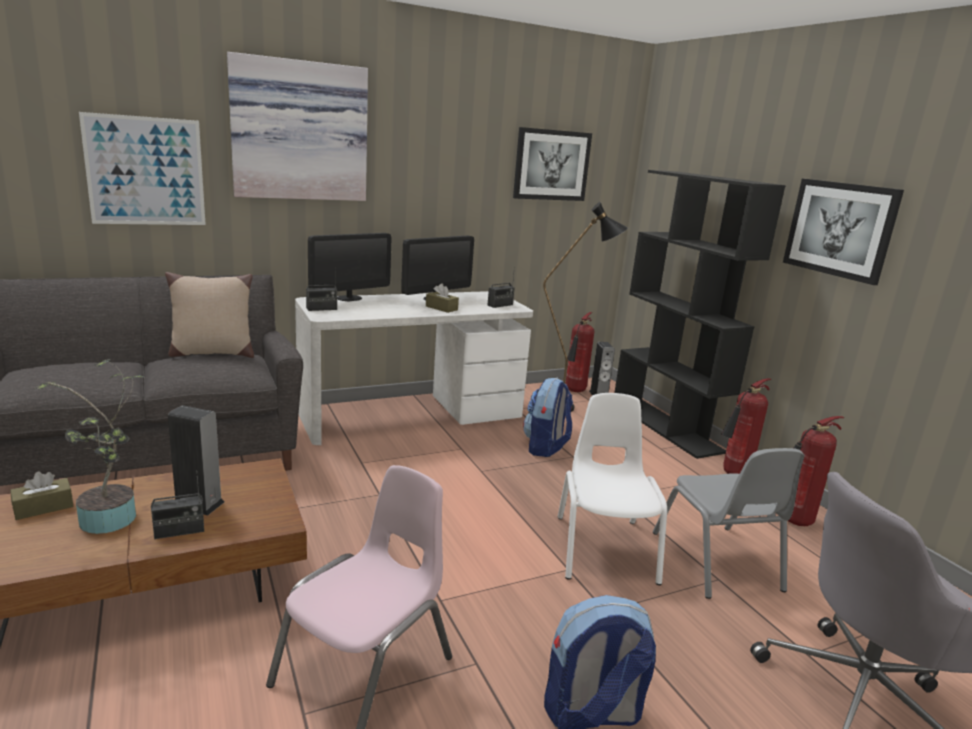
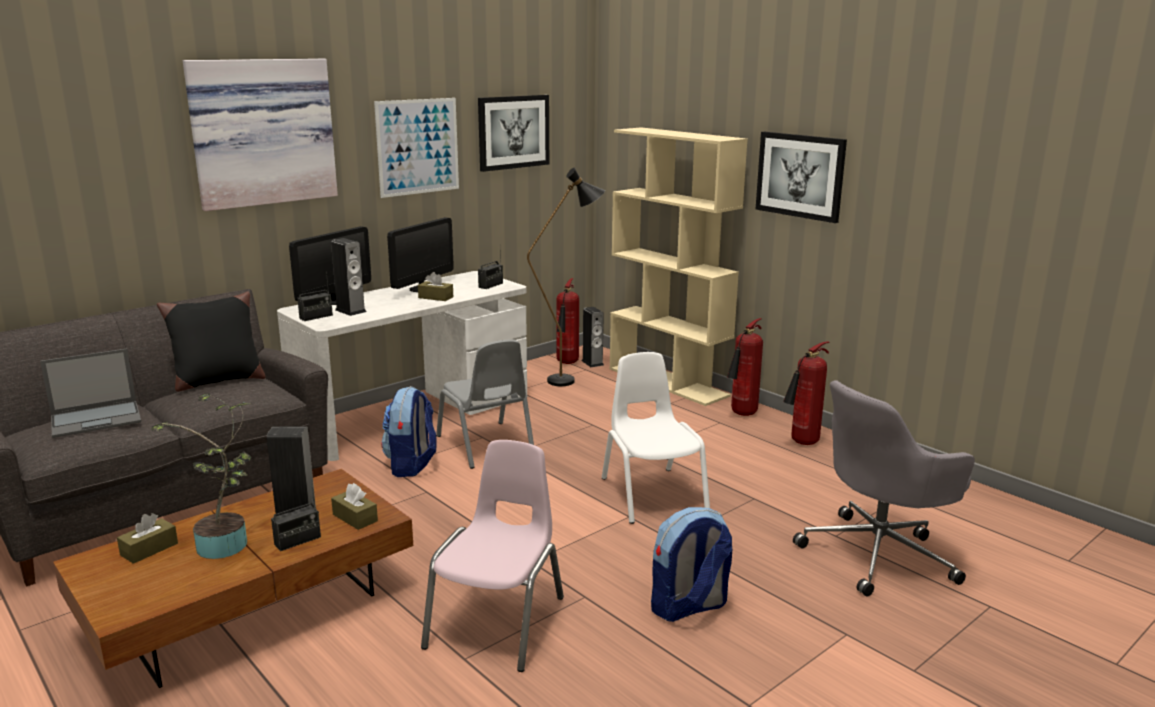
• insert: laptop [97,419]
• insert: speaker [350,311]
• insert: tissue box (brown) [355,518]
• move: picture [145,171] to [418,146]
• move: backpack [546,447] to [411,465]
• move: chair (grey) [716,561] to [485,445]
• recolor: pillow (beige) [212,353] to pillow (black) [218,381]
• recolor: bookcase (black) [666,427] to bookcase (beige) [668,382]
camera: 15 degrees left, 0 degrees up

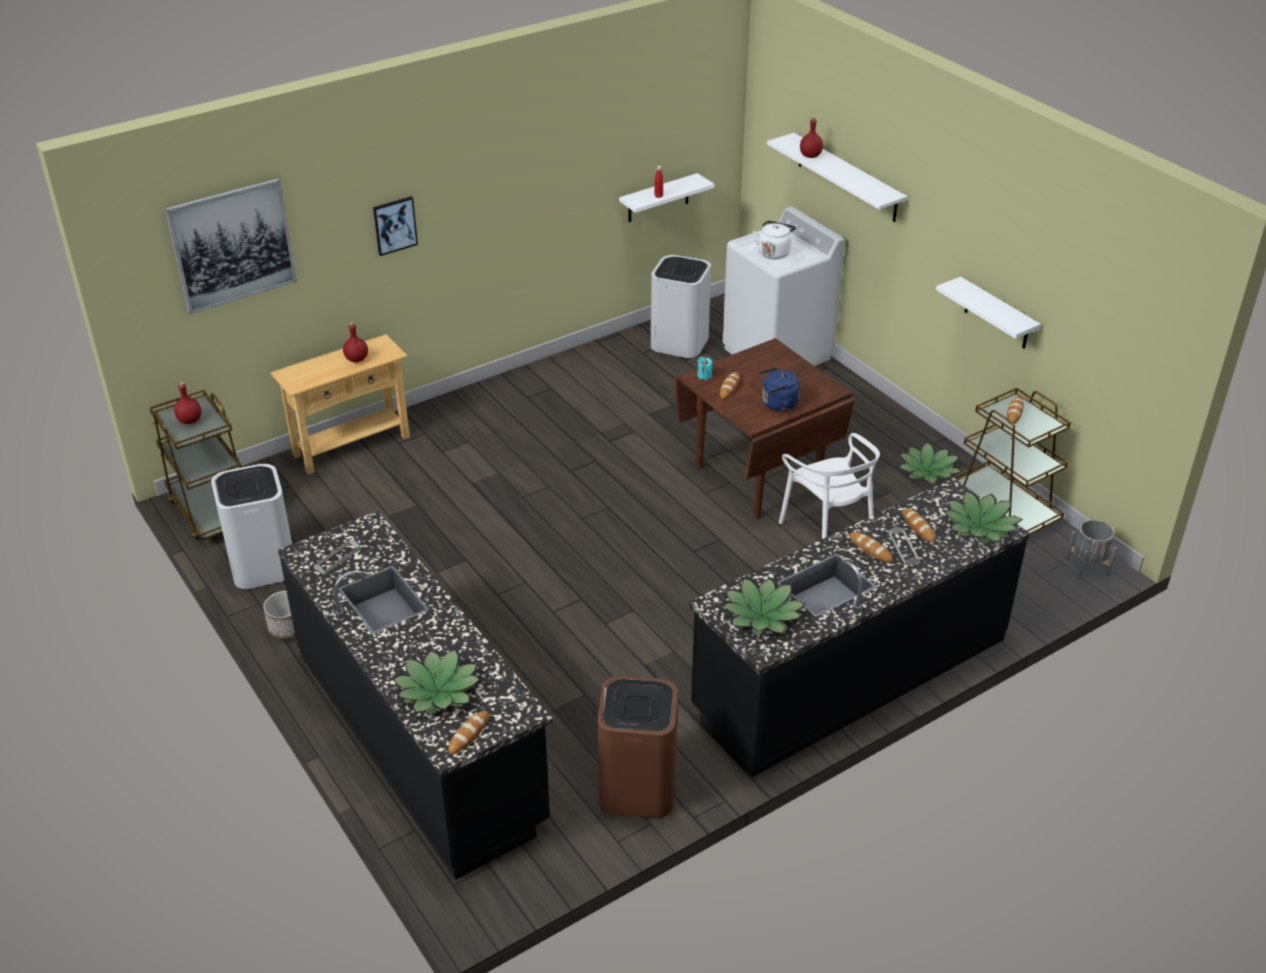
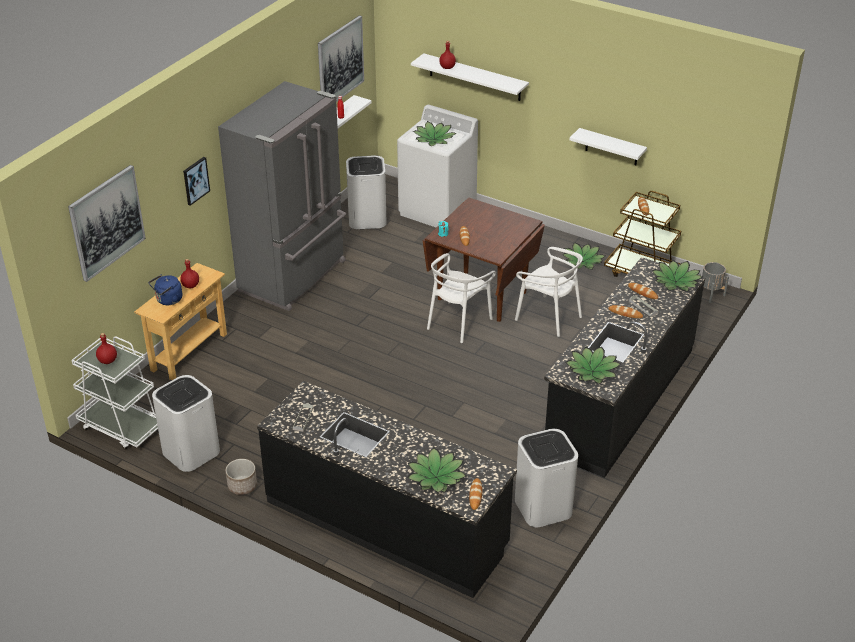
• insert: fridge (grey) [294,276]
• insert: picture [340,62]
• insert: chair (white) [458,322]
• move: kettle (blue) [777,404] to [168,300]
• replace: kettle (white) [774,252] to potted plant [434,139]
• recolor: cart (brown) [211,511] to cart (white) [121,427]
• recolor: trash can (brown) [637,789] to trash can (white) [543,507]
camera: 25 degrees left, 0 degrees up

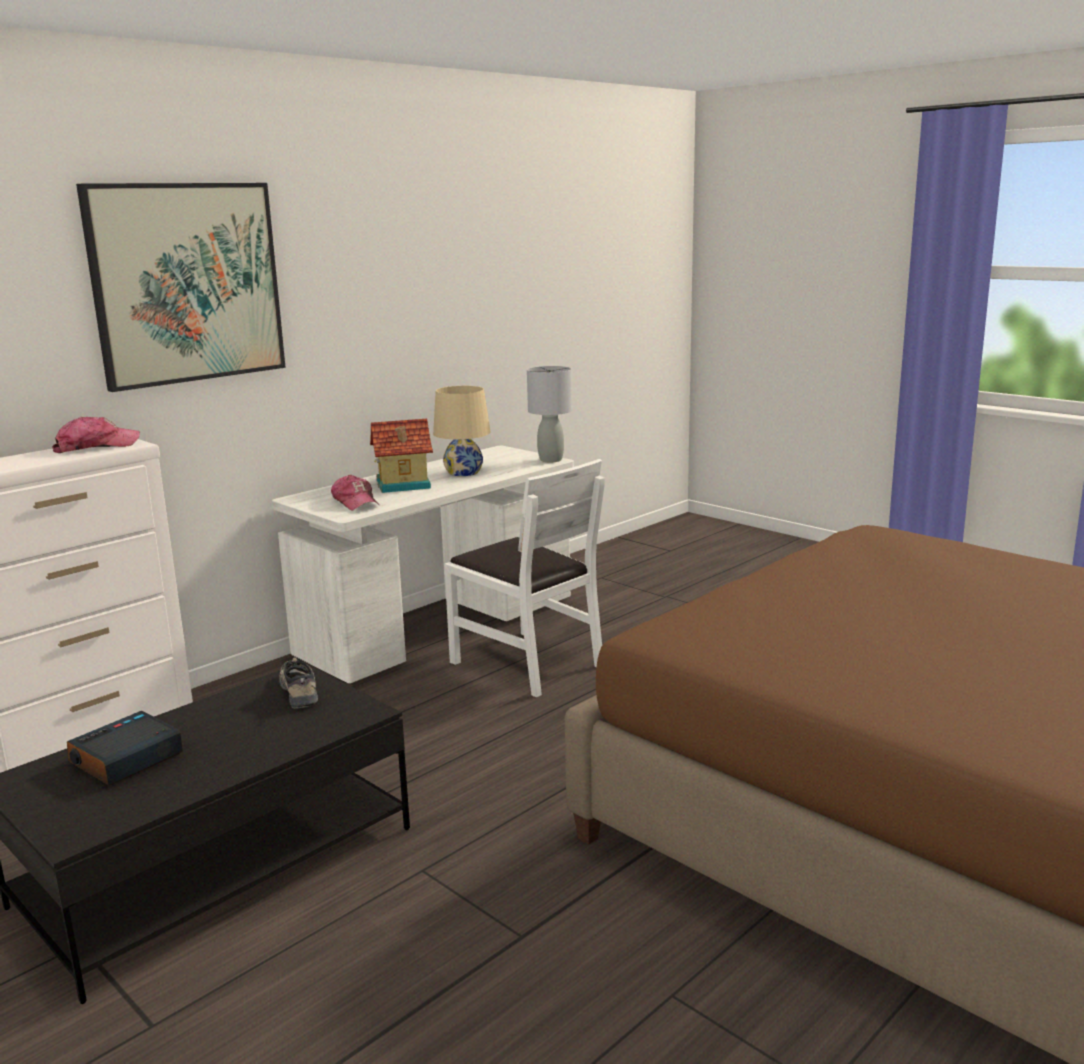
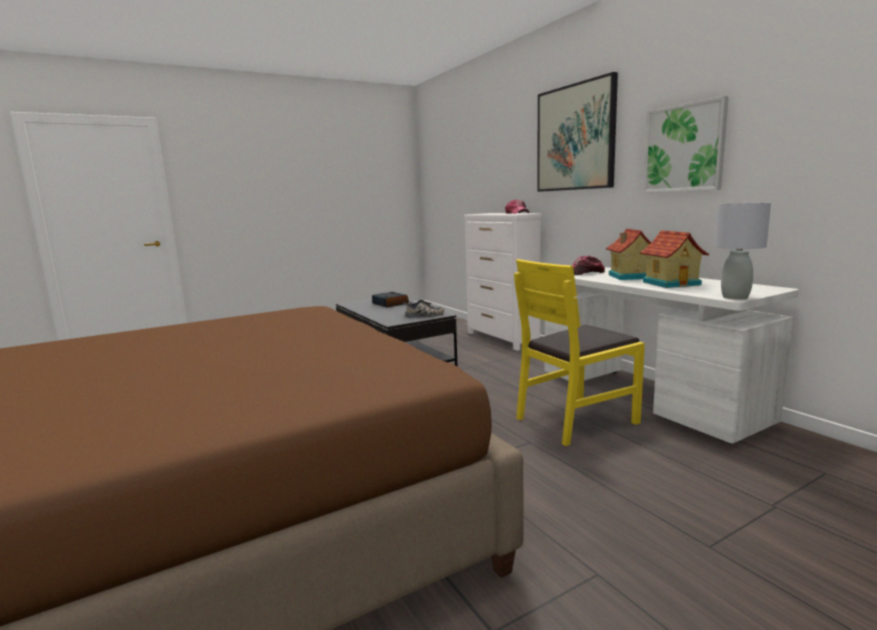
• insert: picture [684,148]
• replace: table lamp (beige) [463,472] to toy house [672,283]
• recolor: chair (white) [527,663] to chair (yellow) [575,419]
camera: 105 degrees right, 5 degrees down

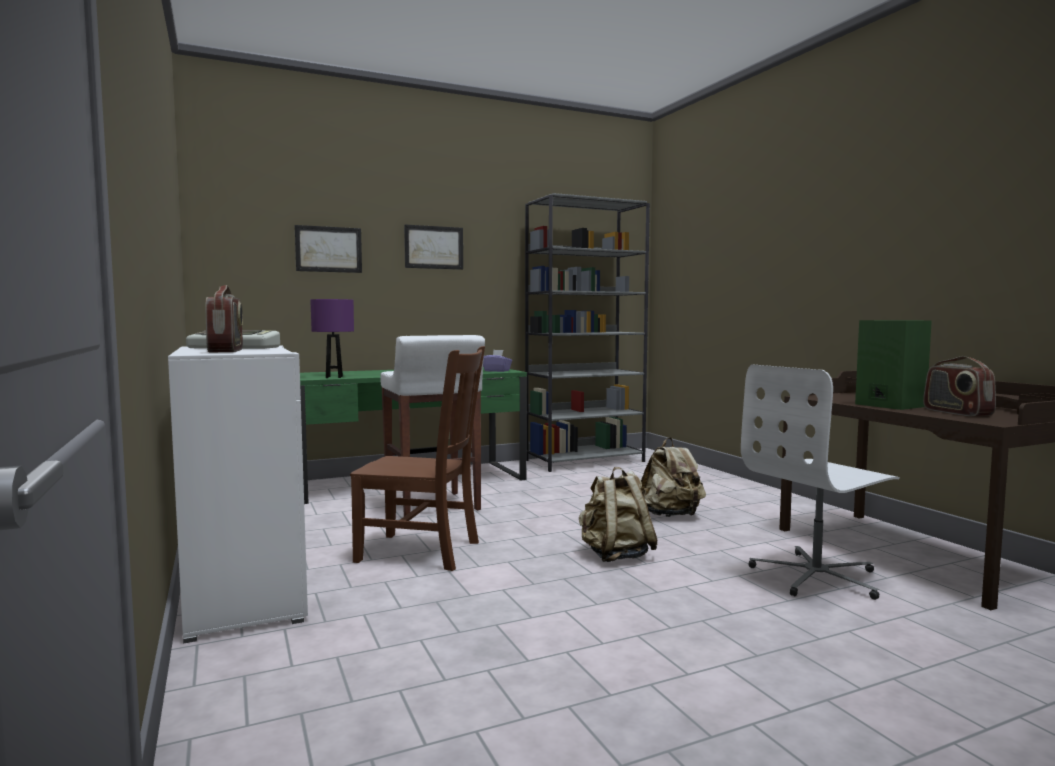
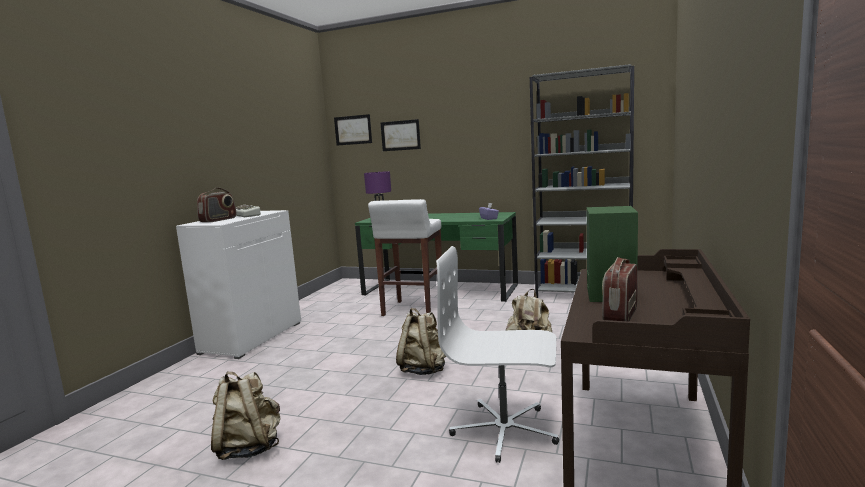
• delete: chair (brown) [423,552]
• insert: backpack (beige) [249,448]
• move: picture [434,247] to [353,130]
camera: 45 degrees right, 5 degrees up

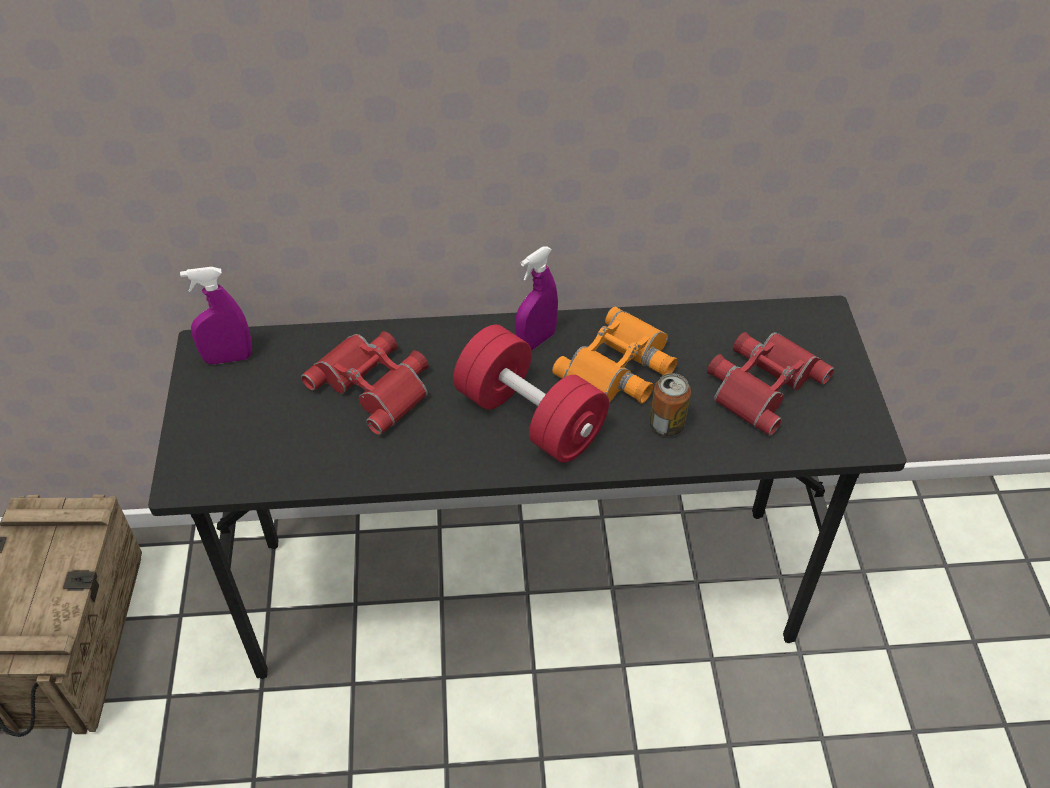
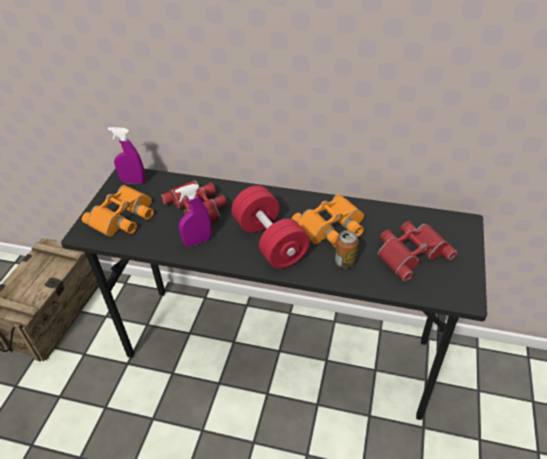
• insert: binoculars (orange) [123,217]
• move: spray bottle (purple) [536,341] to [197,241]
camera: 20 degrees right, 5 degrees down

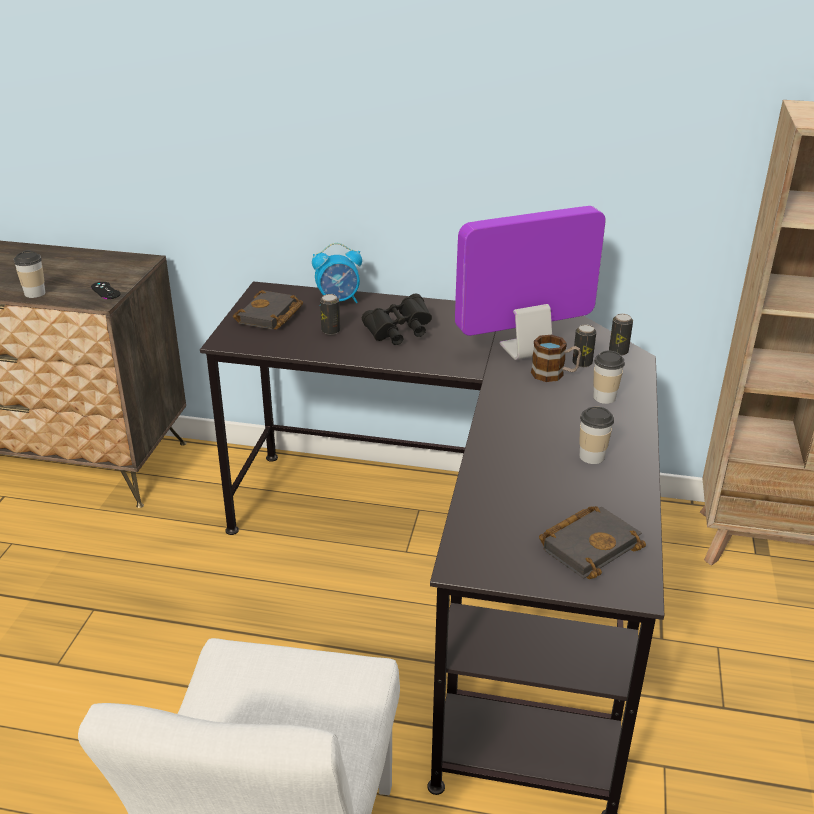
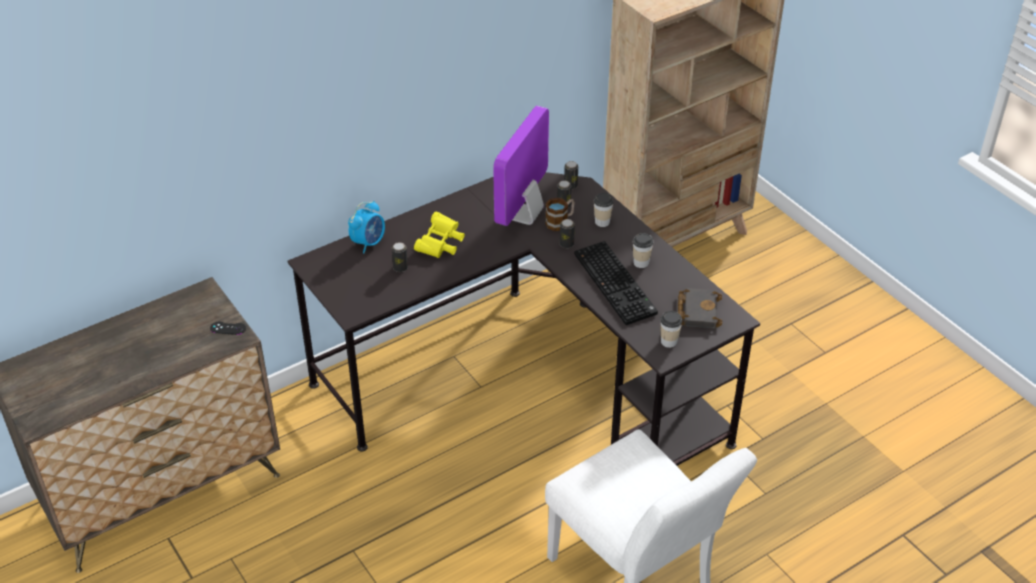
• delete: book (black) [270,316]
• insert: can [566,244]
• insert: keyboard [617,284]
• move: cup [35,293] to [669,341]
• recolor: binoculars (black) [398,333] to binoculars (yellow) [440,244]
camera: 45 degrees left, 10 degrees up

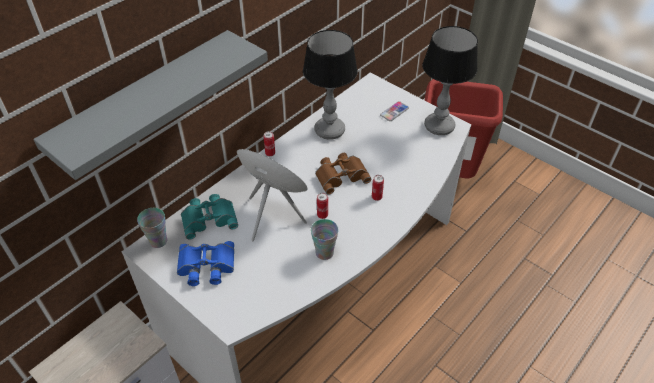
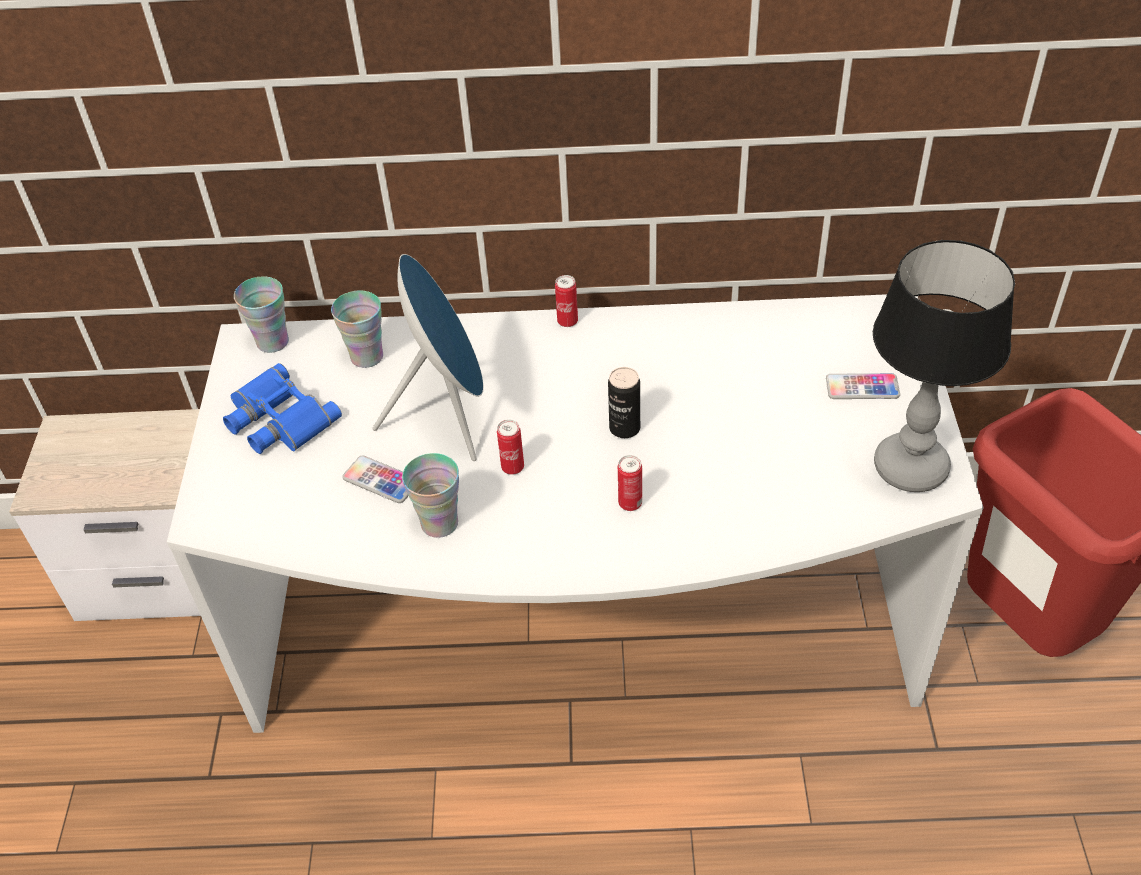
• delete: shelf (grey) [146,105]
• delete: table lamp [330,130]
• insert: phone [381,480]
• replace: binoculars (turquoise) [209,218] to cup [367,357]
• replace: binoculars (brown) [341,175] to can [624,428]
camera: 50 degrees right, 0 degrees up

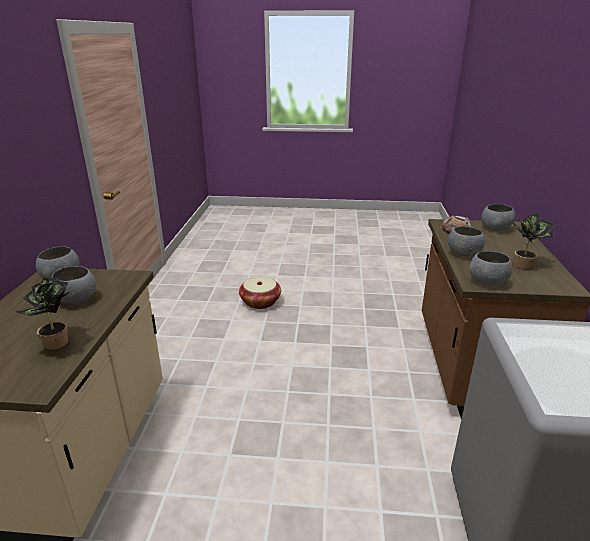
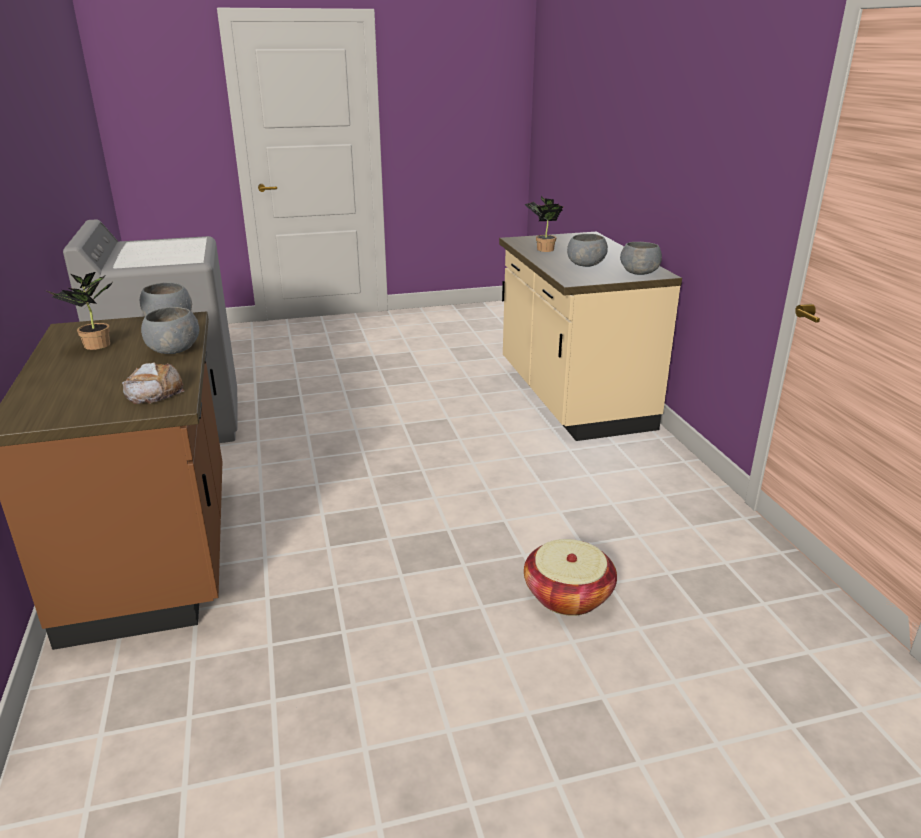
• delete: bowl (grey) [494,228]
camera: 160 degrees right, 0 degrees up

